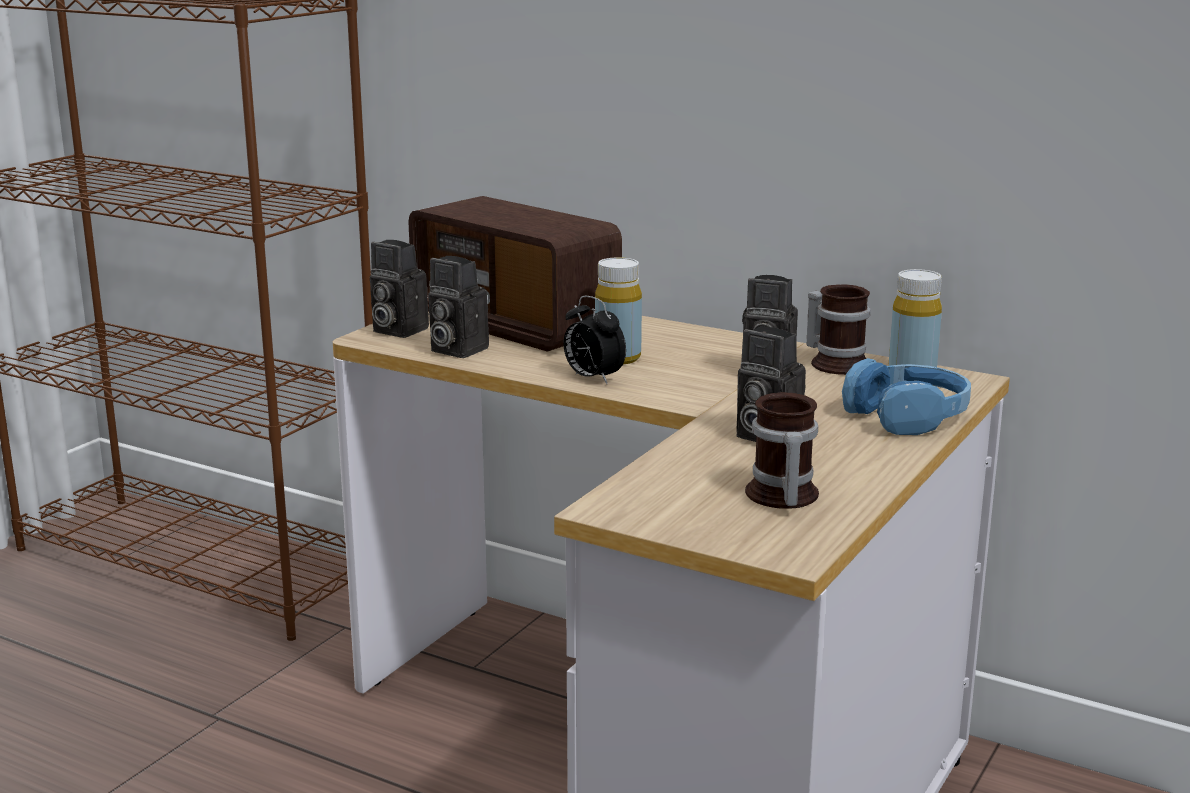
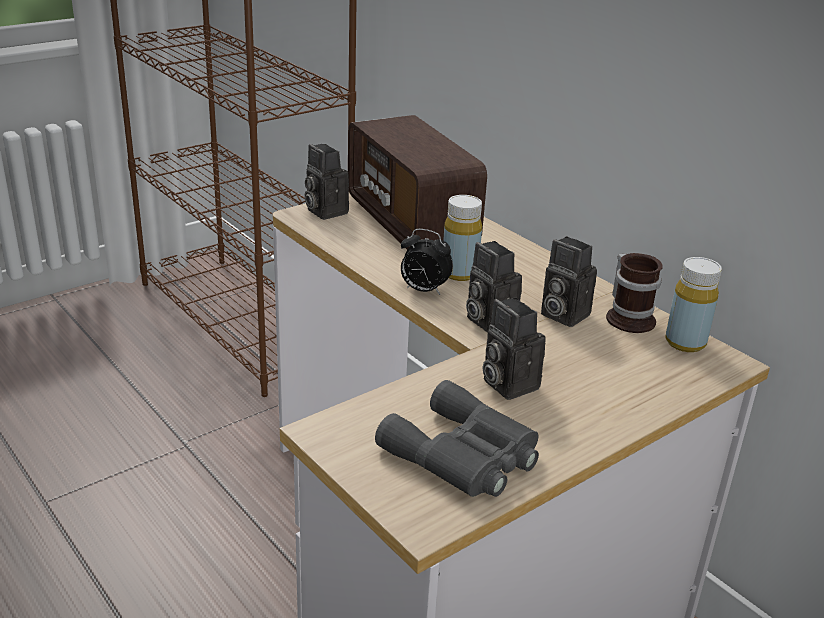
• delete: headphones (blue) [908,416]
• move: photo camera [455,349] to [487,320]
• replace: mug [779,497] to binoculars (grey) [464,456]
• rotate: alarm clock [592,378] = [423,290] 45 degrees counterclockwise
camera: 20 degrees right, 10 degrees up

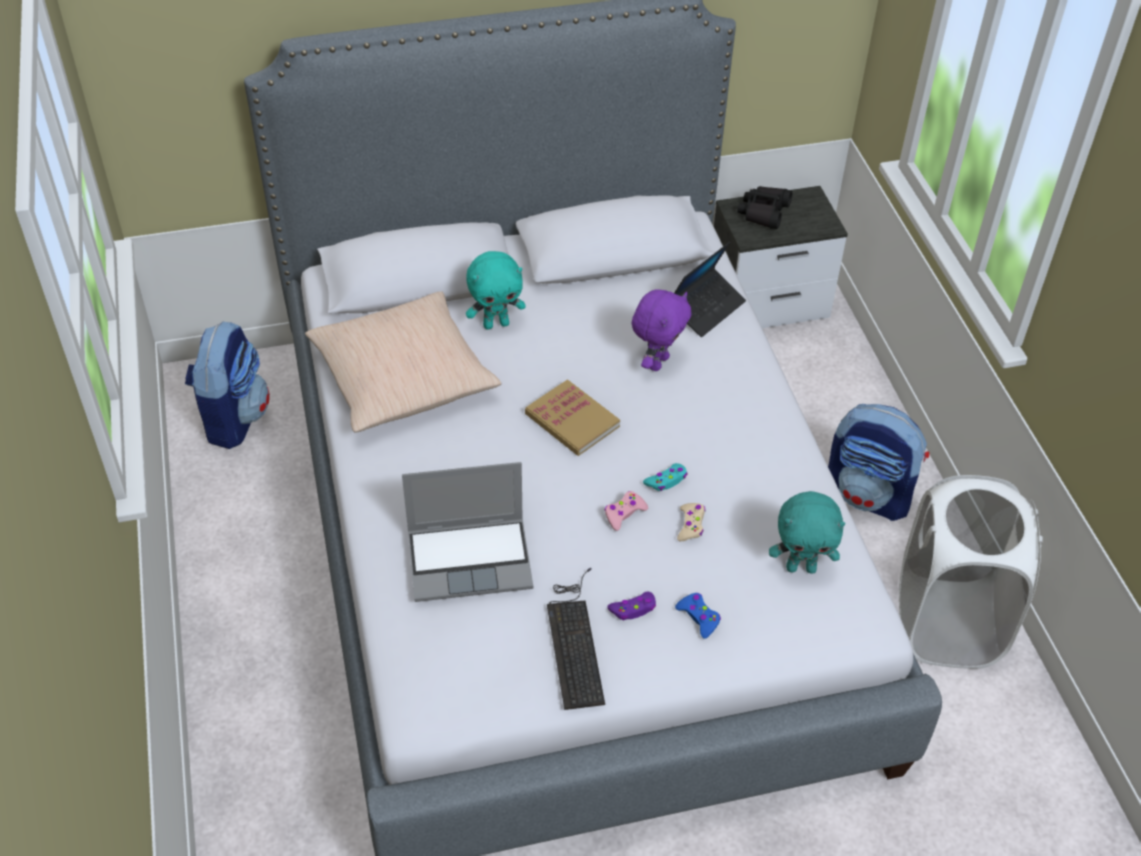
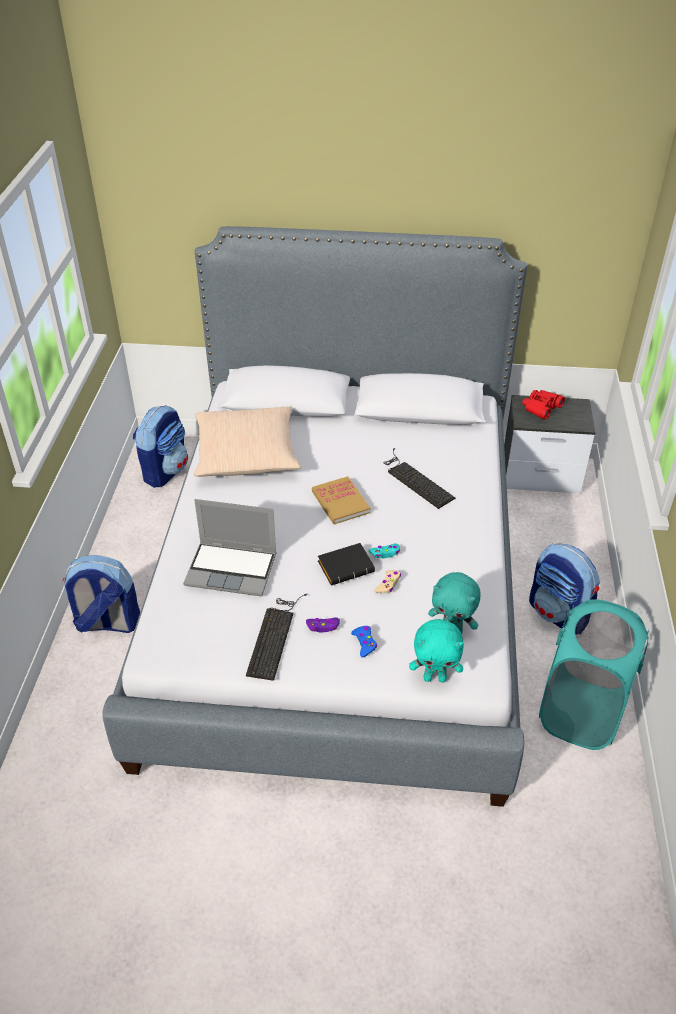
• delete: laptop [706,308]
• insert: backpack [107,623]
• move: plush toy (turquoise) [496,324] to [435,677]
• replace: game controller (pink) [624,513] to book (black) [346,566]
• replace: plush toy (purple) [657,362] to keyboard [415,480]
• recolor: binoculars (black) [764,212] to binoculars (red) [541,408]
• recolor: laundry basket (white) [946,623] to laundry basket (turquoise) [580,713]
camera: 20 degrees right, 5 degrees down

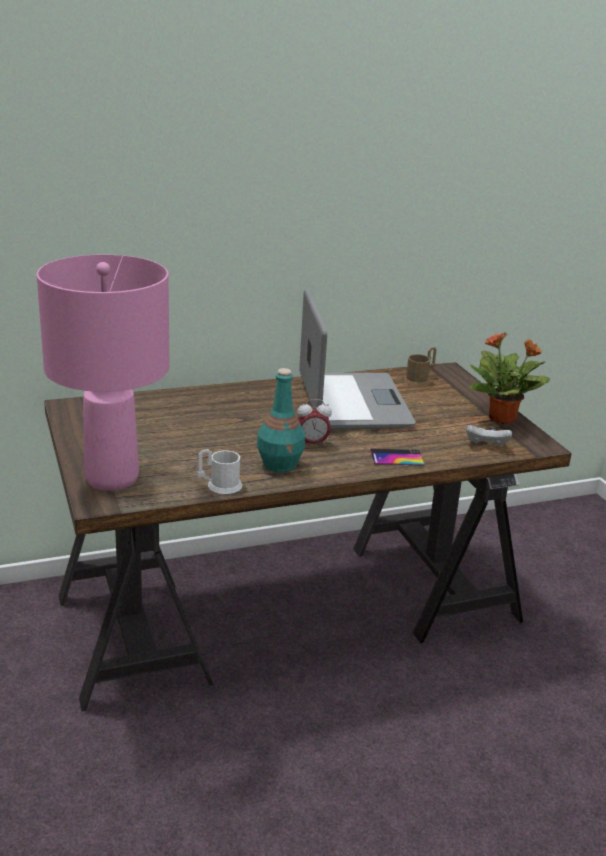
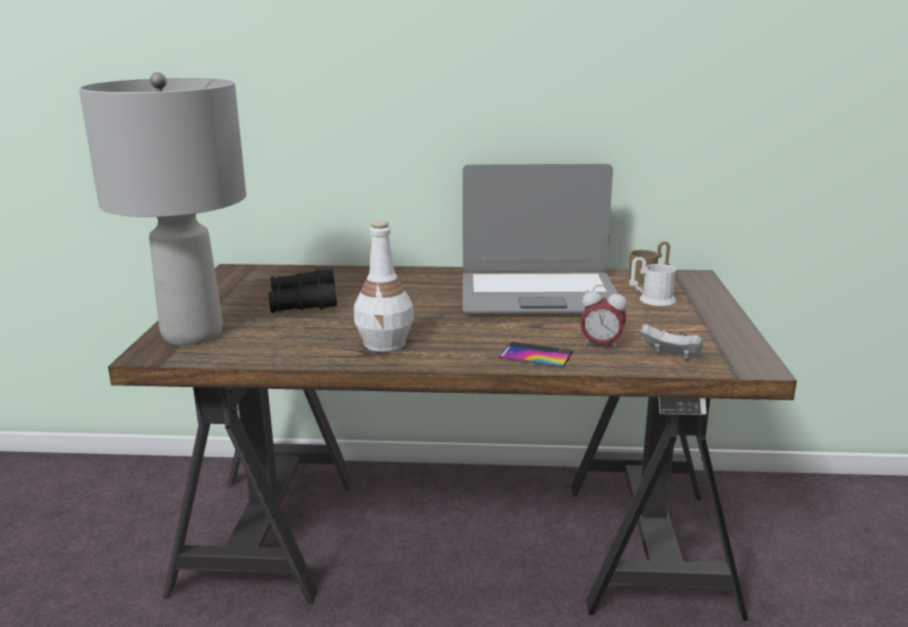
• delete: potted plant [503,419]
• insert: binoculars (black) [303,302]
• move: mug (white) [219,486] to [651,299]
• move: alarm clock [312,444] to [601,345]
• recolor: table lamp (pink) [111,478] to table lamp (grey) [192,334]
• recolor: bottle (turquoise) [280,464] to bottle (white) [385,344]
• rotate: laptop [352,402] = [538,295] 75 degrees clockwise
camera: 25 degrees right, 5 degrees down

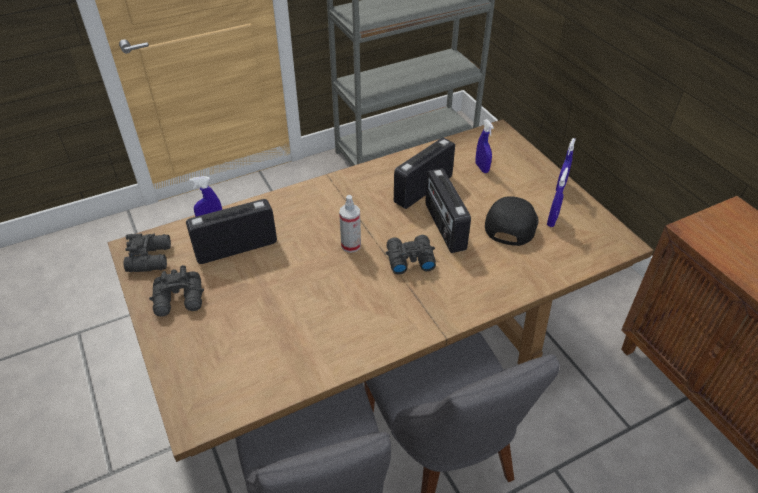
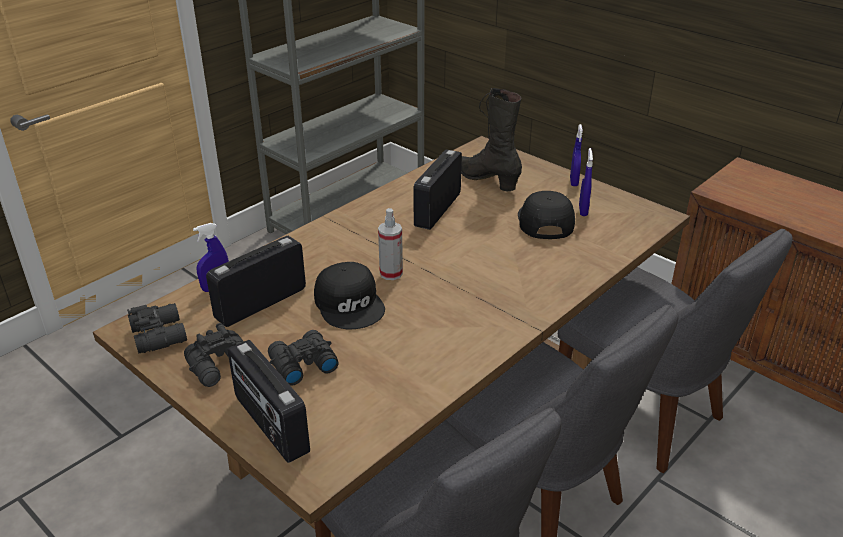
• insert: cap (black) [350,303]
• insert: chair (grey) [643,414]
• move: binoculars (black) [409,259] to [301,364]
• move: radio [444,227] to [270,425]
• replace: spray bottle (blue) [482,168] to boot (black) [486,180]
camera: 20 degrees left, 10 degrees down

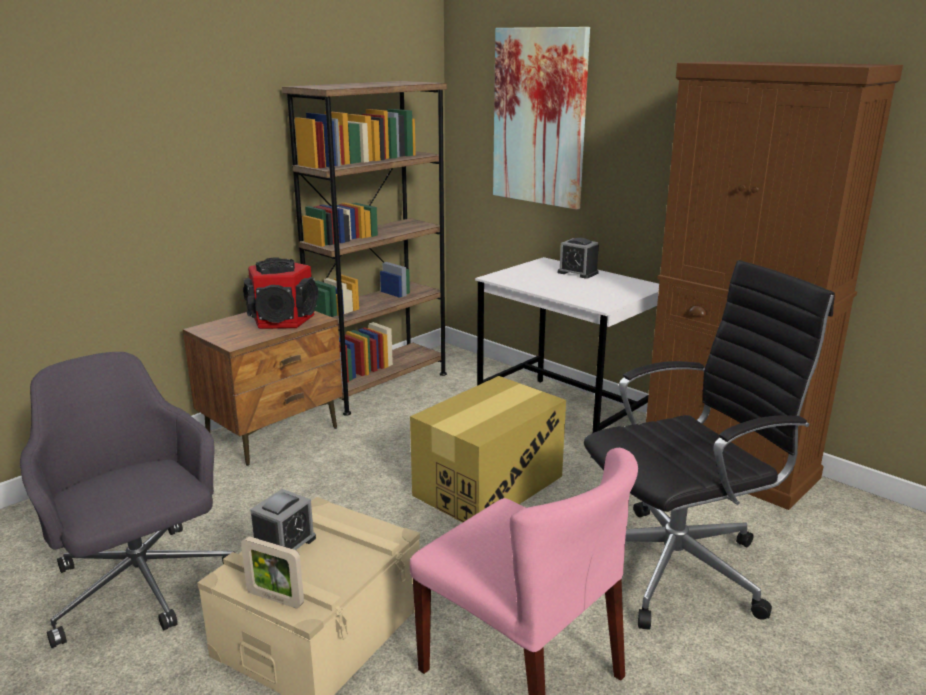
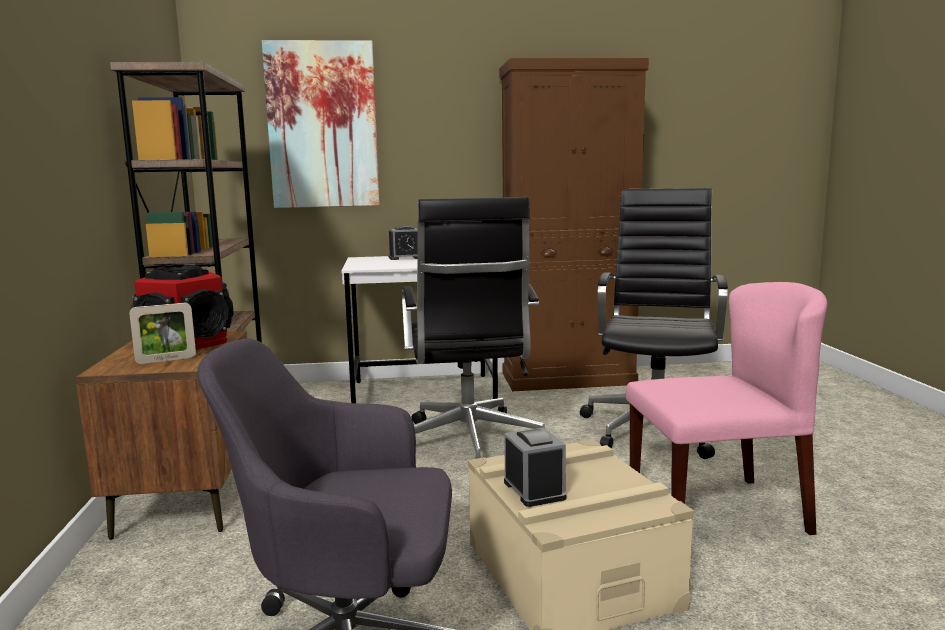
• move: picture frame [275,598] to [166,360]
• replace: cardboard box [488,486] to office chair (black) [469,445]
camera: 50 degrees left, 10 degrees down

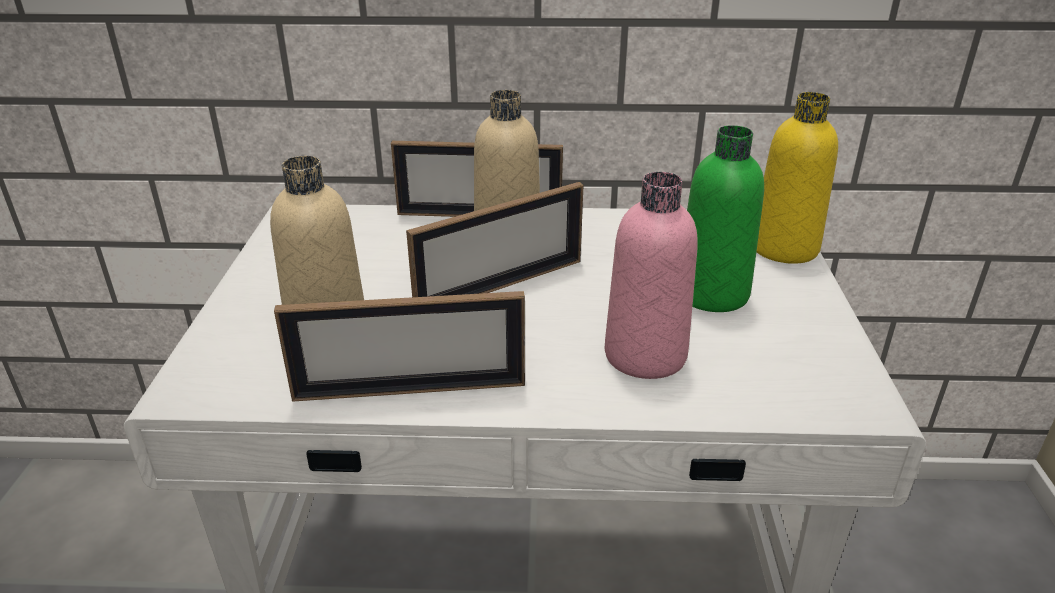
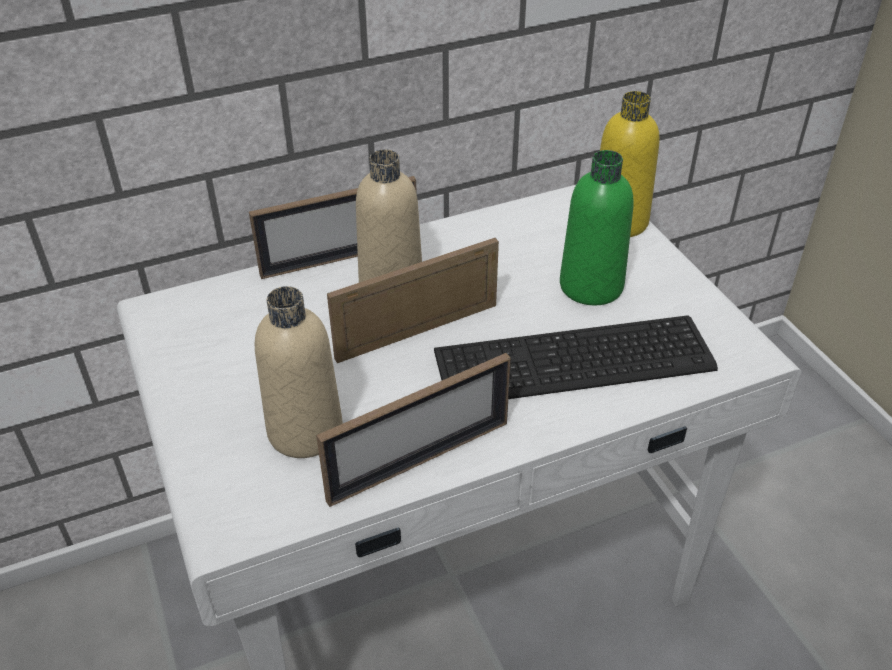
• replace: bottle (pink) [645,355] to keyboard [578,363]
• rotate: picture frame [501,286] = [417,331] 150 degrees counterclockwise
camera: 25 degrees left, 10 degrees up

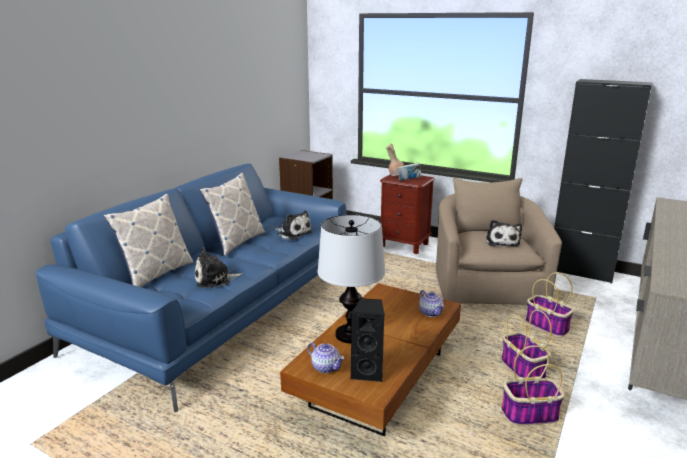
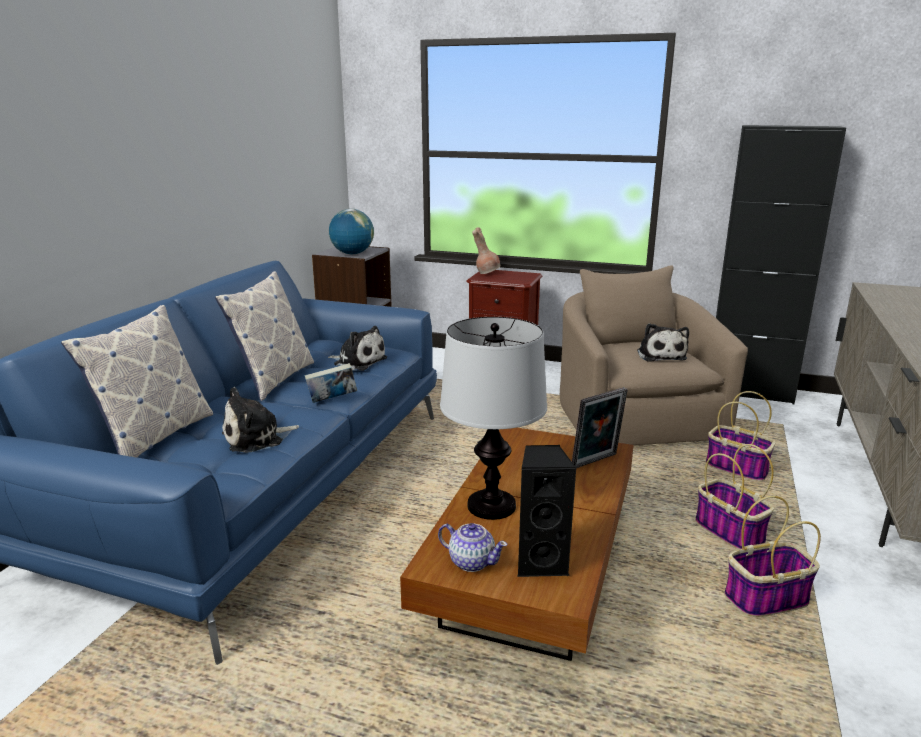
• insert: globe [352,254]
• move: book [409,180] to [332,400]
• replace: teapot [430,312] to picture frame [596,462]
camera: 10 degrees left, 0 degrees up

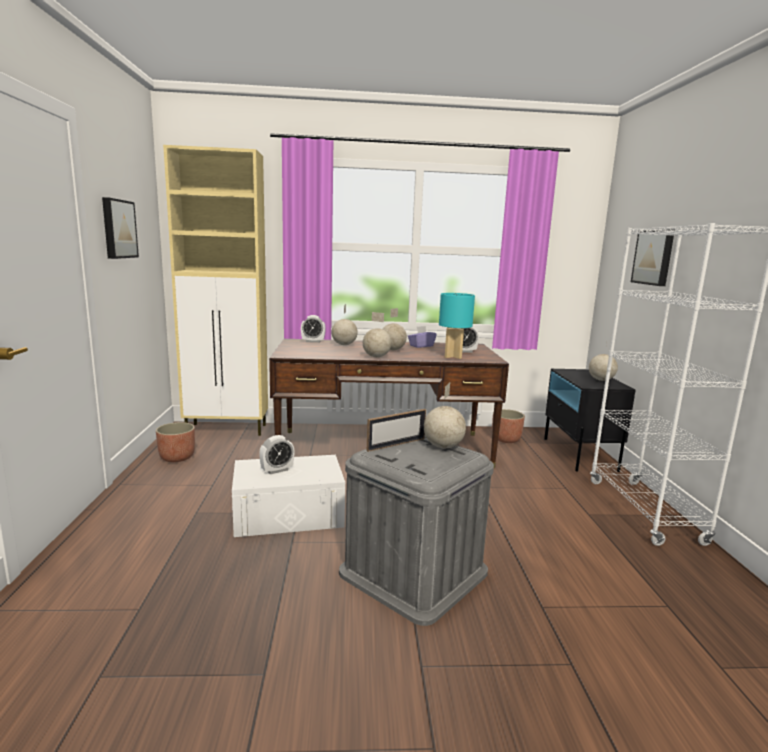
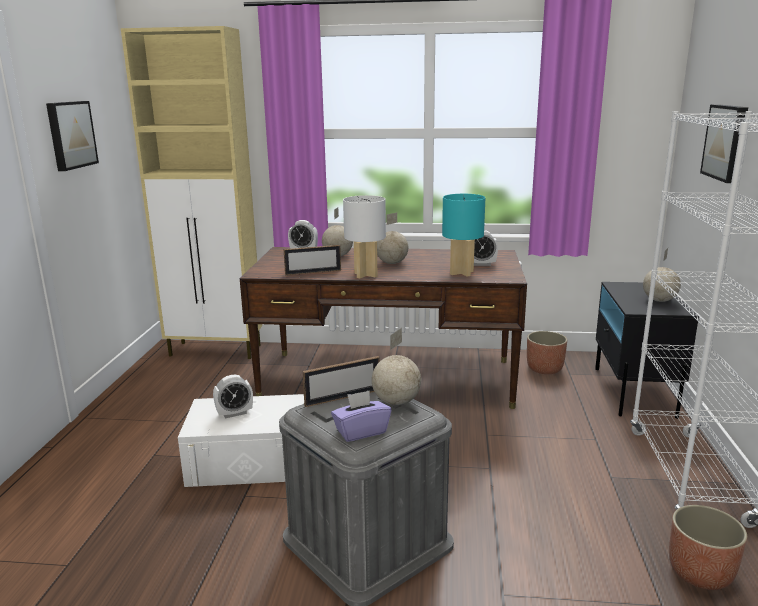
• insert: picture frame [313,272]
• move: planter [177,457] to [700,573]
• move: tissue box (purple) [421,346] to [361,431]
• replace: globe [376,357] to table lamp (white) [365,275]
camera: 10 degrees right, 5 degrees up

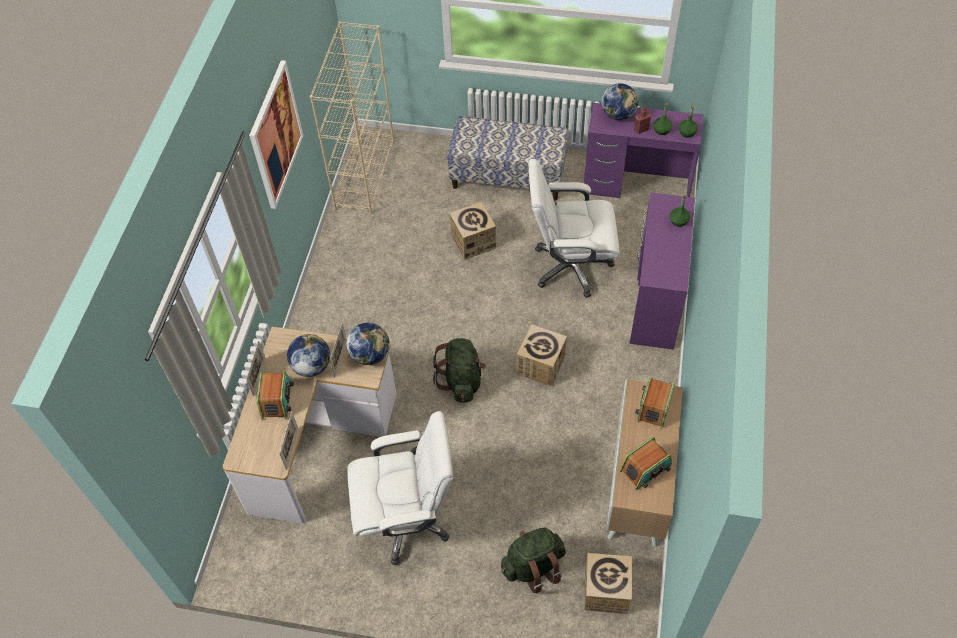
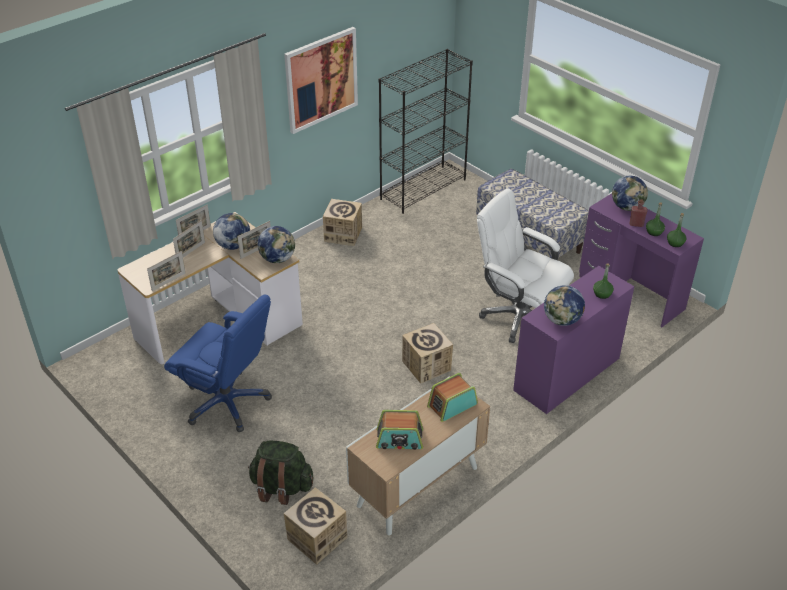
• delete: backpack (green) [461,381]
• insert: globe [562,320]
• move: cardboard box [473,241] to [343,234]
• replace: radio [277,399] to picture frame [191,251]
• recolor: bookcase (beige) [365,174] to bookcase (black) [423,189]
• recolor: office chair (white) [406,518] to office chair (blue) [227,402]
camera: 35 degrees right, 15 degrees down

